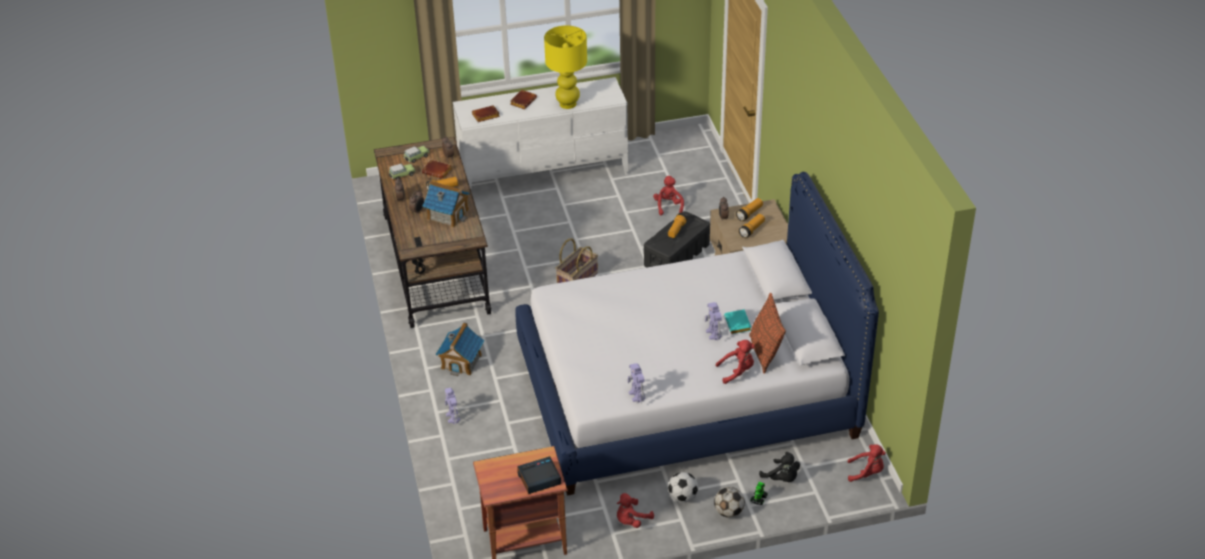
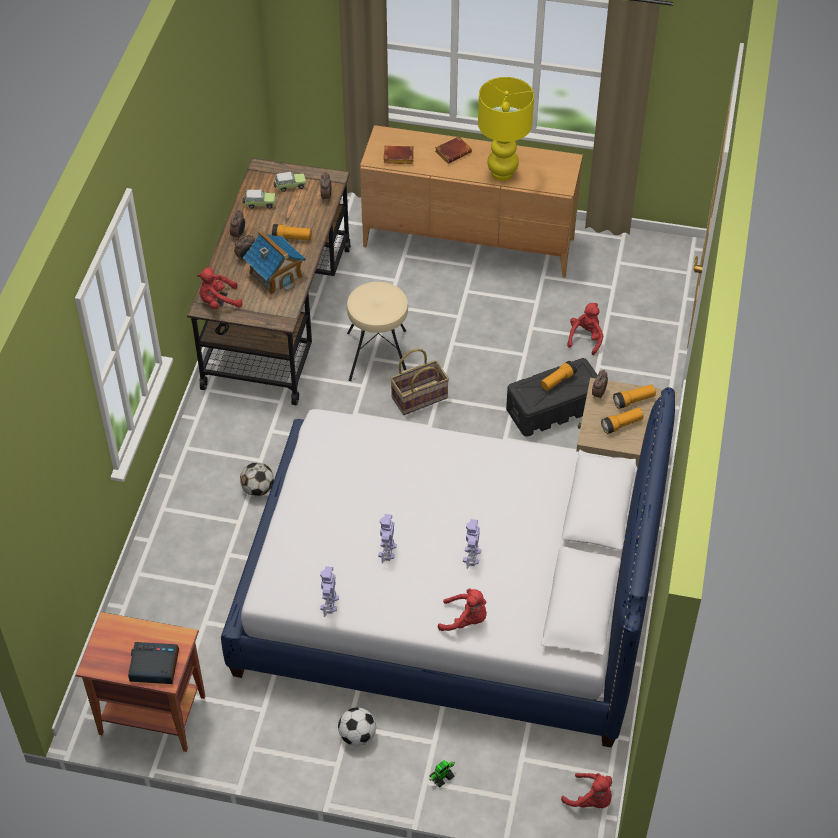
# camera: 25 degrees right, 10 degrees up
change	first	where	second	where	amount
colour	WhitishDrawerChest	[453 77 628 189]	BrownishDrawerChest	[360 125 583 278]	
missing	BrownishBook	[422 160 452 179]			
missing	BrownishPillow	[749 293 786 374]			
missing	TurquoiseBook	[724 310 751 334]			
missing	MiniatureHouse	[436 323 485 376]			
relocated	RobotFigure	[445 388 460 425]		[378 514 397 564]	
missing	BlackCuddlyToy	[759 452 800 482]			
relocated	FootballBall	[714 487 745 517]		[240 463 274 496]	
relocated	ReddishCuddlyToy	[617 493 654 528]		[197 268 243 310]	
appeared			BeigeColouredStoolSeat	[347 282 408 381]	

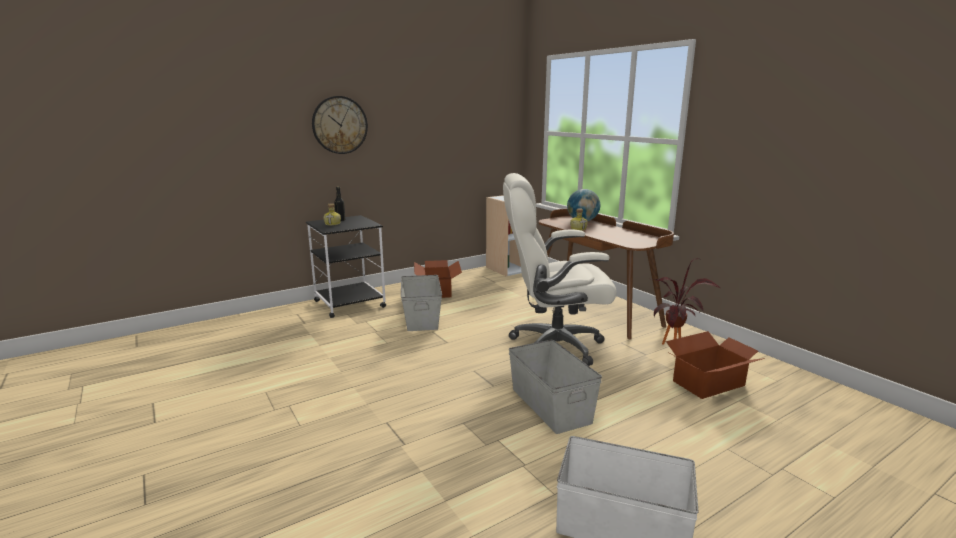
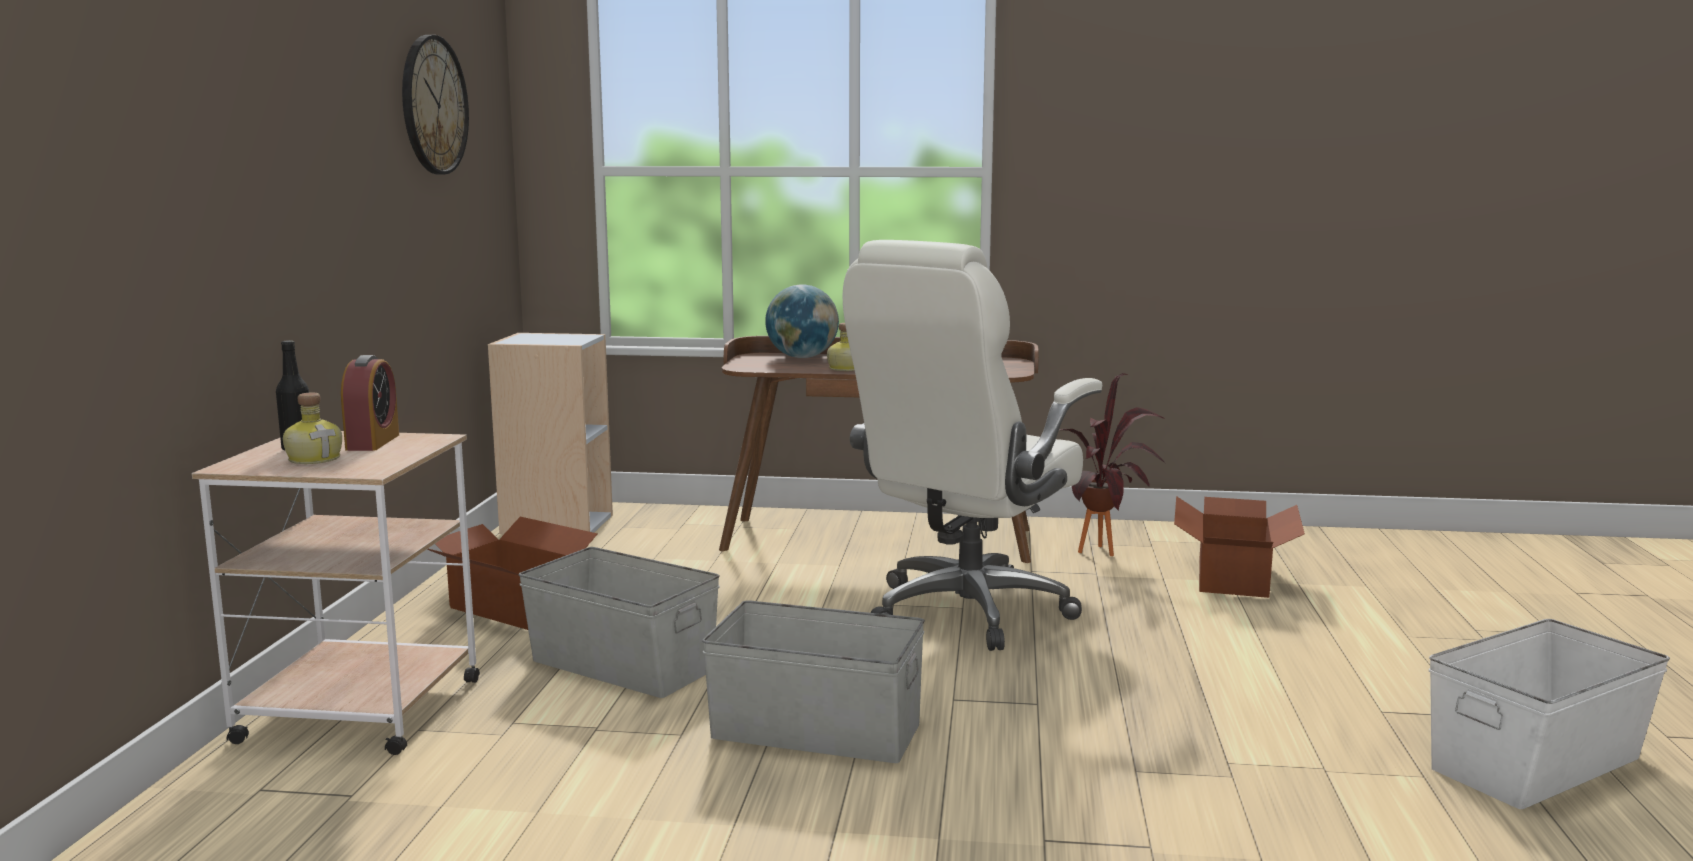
# camera: 50 degrees left, 5 degrees down
change	first	where	second	where	amount
relocated	ClockOnTheWall	[312 96 368 154]		[402 35 469 175]	
colour	BlackWheeledCart	[306 215 386 318]	BeigeColouredWheeledCart	[192 431 480 755]	
relocated	GreyStorageBox	[509 340 602 434]		[702 600 925 763]	
appeared			AlarmClock	[341 355 399 451]	

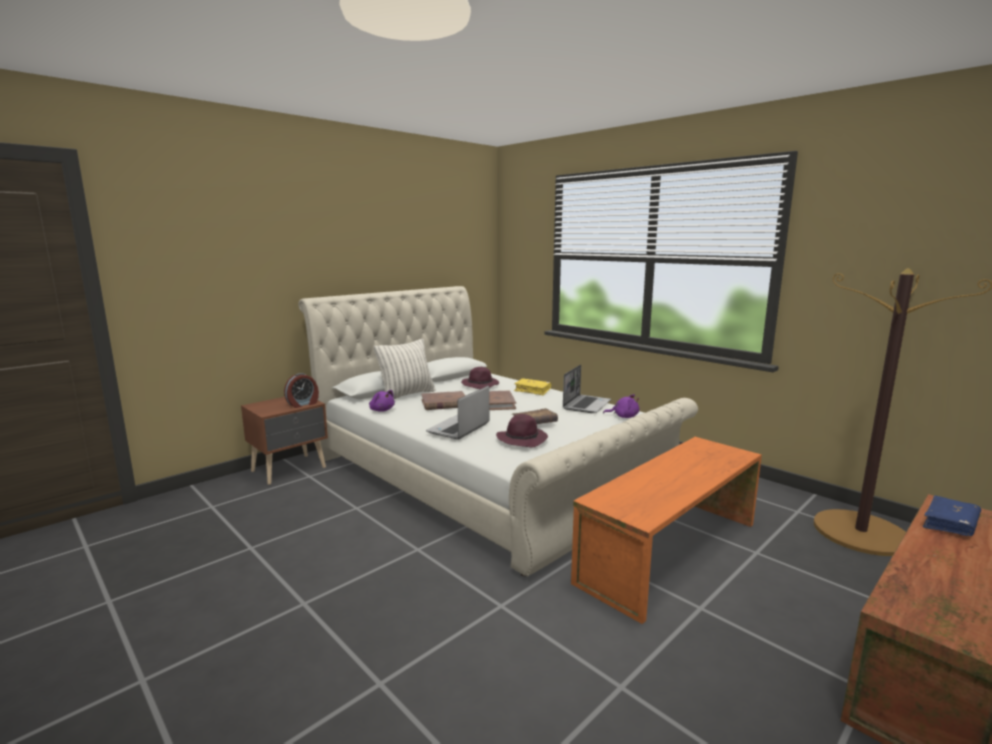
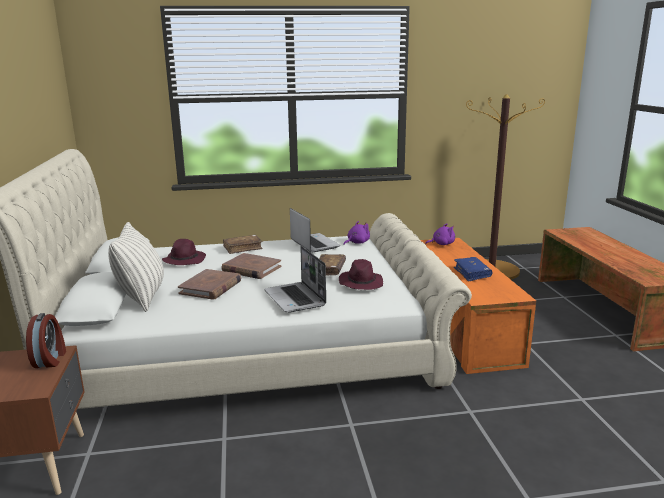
# camera: 55 degrees left, 5 degrees up
change	first	where	second	where	amount
colour	YellowBook	[514 378 551 395]	BrownishBook	[223 235 263 254]	
relocated	PurpleColouredCuddlyToy	[369 390 395 412]		[425 223 455 245]	
relocated	BlueColouredBook	[923 495 981 536]		[454 257 492 282]	

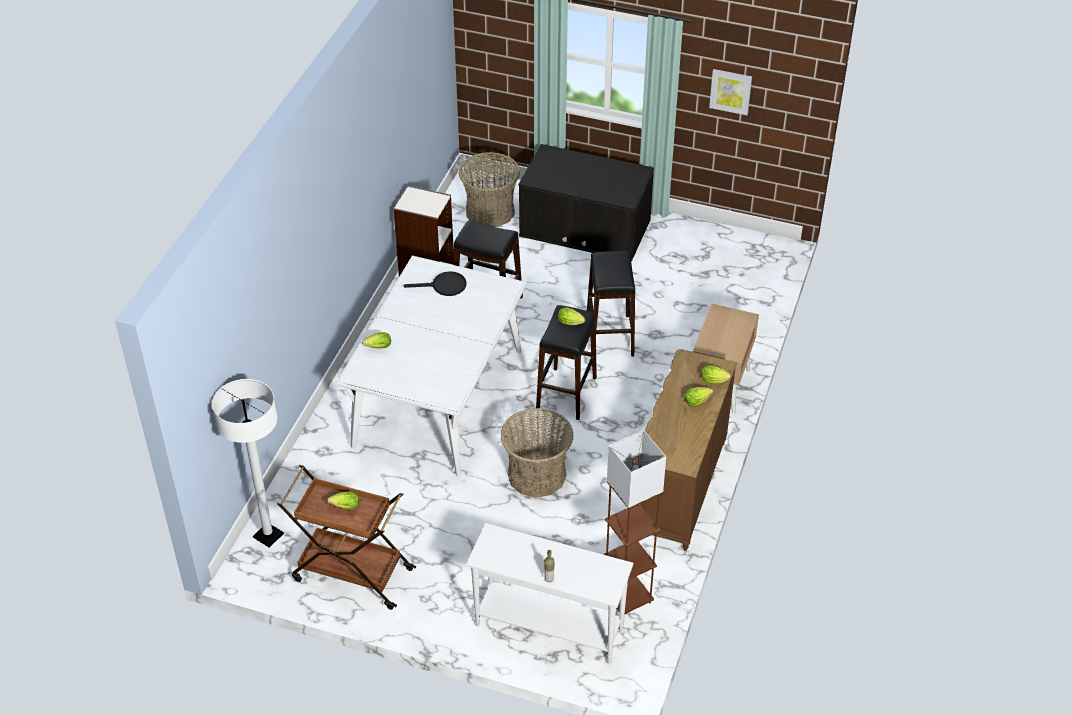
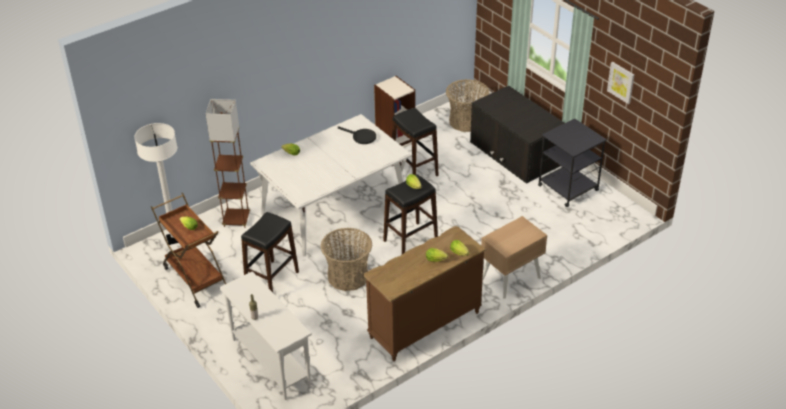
# camera: 35 degrees right, 5 degrees down
change	first	where	second	where	amount
relocated	BlackStoolSeat	[587 251 635 357]		[241 212 299 292]	
relocated	BrownishStandardLamp	[603 430 666 614]		[206 99 250 228]	
appeared			BlackWheeledCart	[538 119 607 207]	

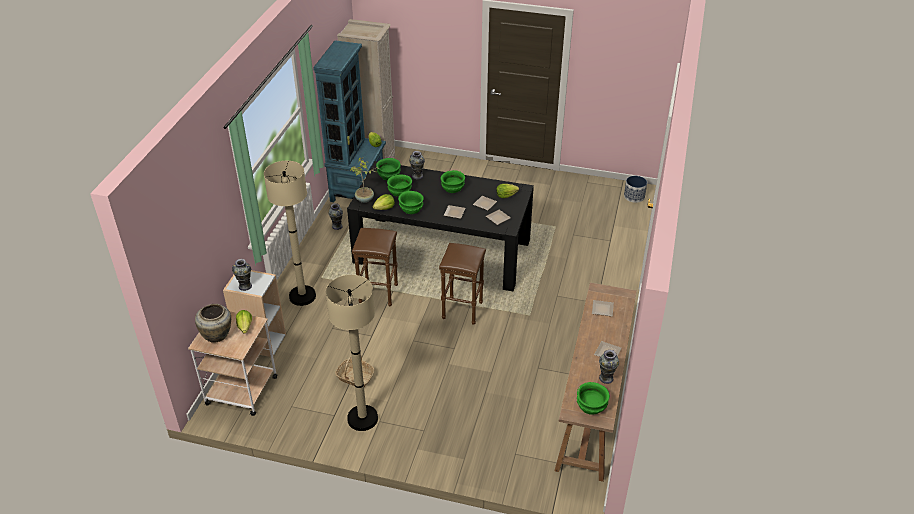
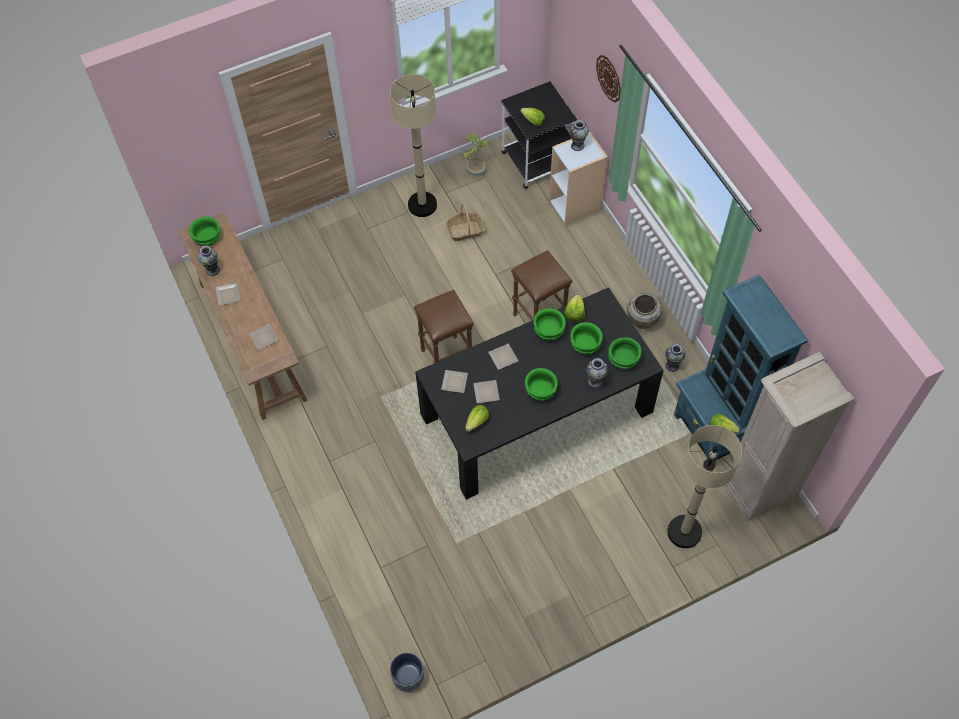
# camera: 140 degrees right, 20 degrees up
change	first	where	second	where	amount
relocated	Houseplant	[350 157 379 203]		[463 133 488 175]	
relocated	BeigeColouredStandardLamp	[264 161 316 306]		[667 425 742 548]	
relocated	BeigeColouredDecorativeVase	[195 304 231 343]		[627 293 662 329]	
colour	BeigeColouredWheeledCart	[188 311 277 416]	BlackWheeledCart	[501 81 577 189]	
appeared			ClockOnTheWall	[596 55 621 103]	

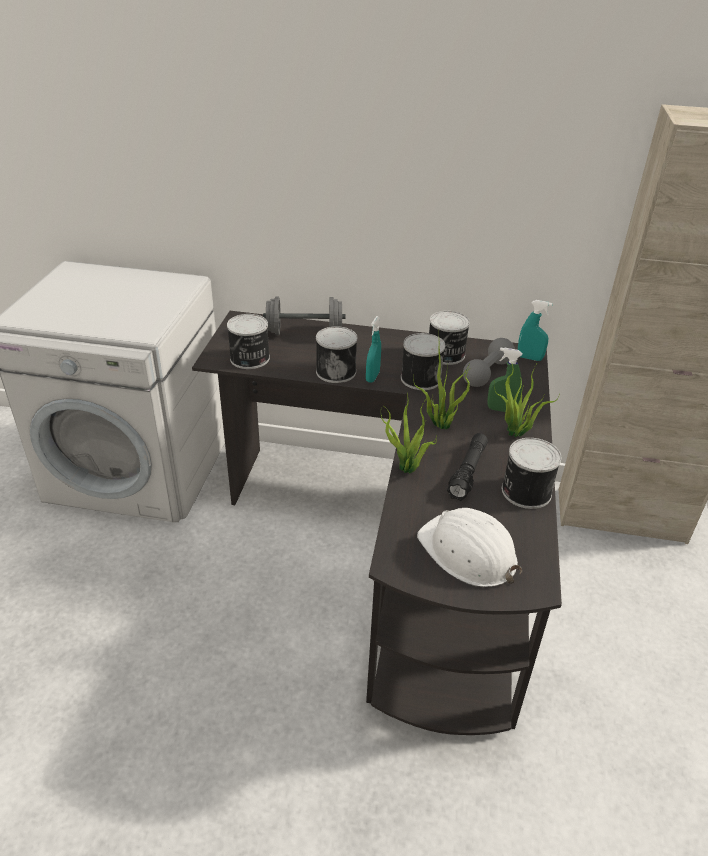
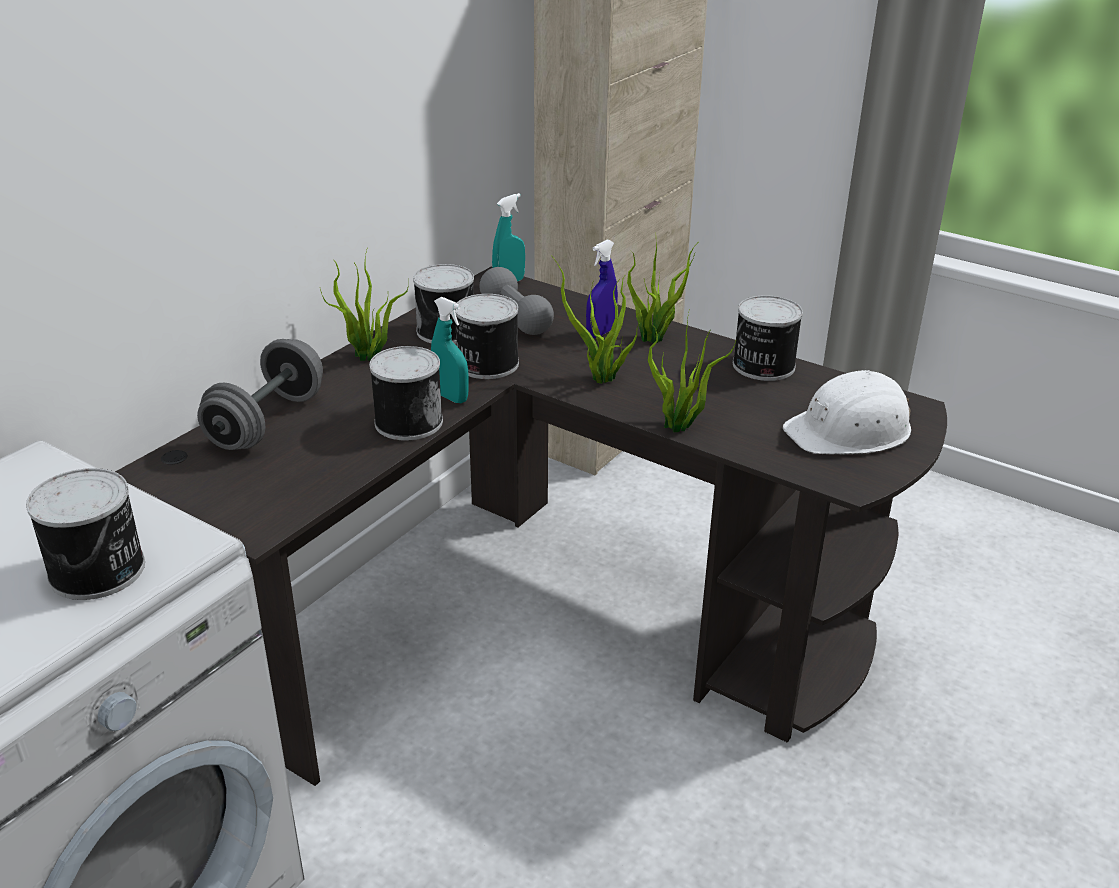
# camera: 65 degrees left, 5 degrees down
change	first	where	second	where	amount
relocated	SealedCan	[227 314 270 369]		[26 468 145 600]	
colour	GreenishHandSprayer	[488 347 522 412]	BlueColouredHandSprayer	[586 240 618 338]	
missing	BlackFlashlight	[447 433 488 501]			
appeared			Houseplant	[320 250 409 361]	

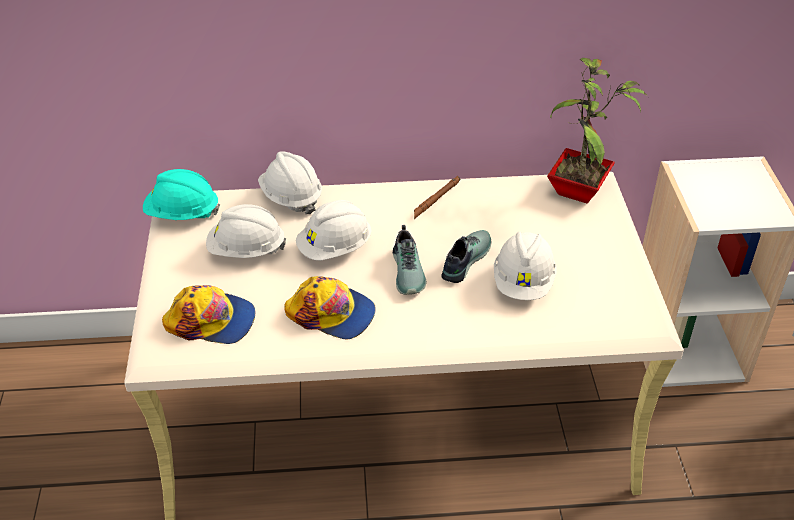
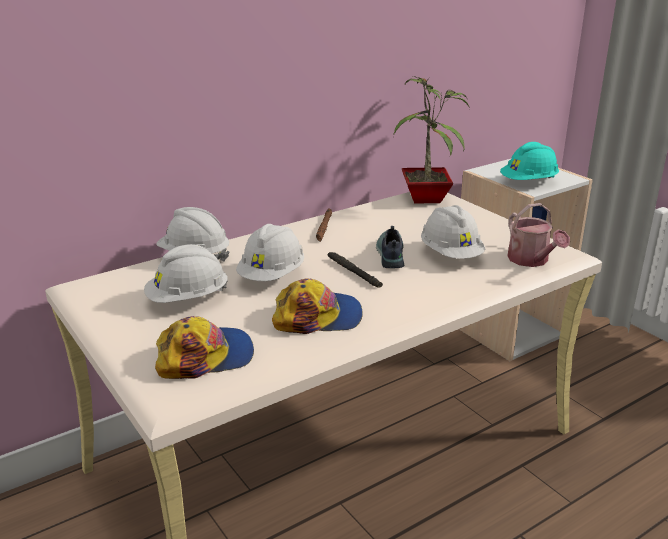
# camera: 30 degrees left, 15 degrees down
change	first	where	second	where	amount
relocated	TurquoiseWorkHelmet	[143 169 220 220]		[500 142 559 180]	
exchanged	ItemOfFootwear	[393 225 427 295]	BlackFlashlight	[328 252 383 287]	
appeared			SprinklingCan	[507 203 570 267]	

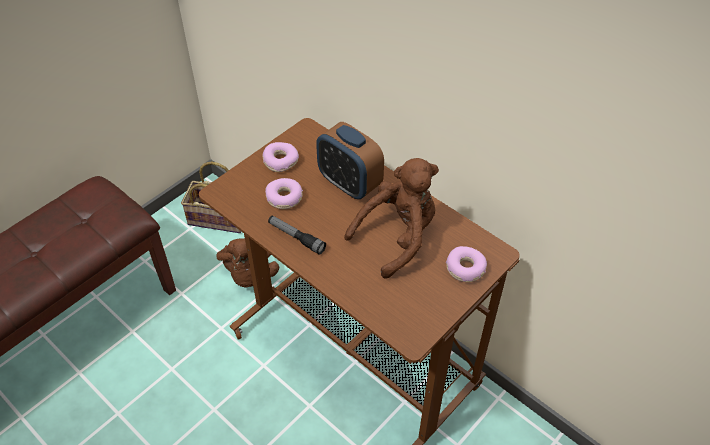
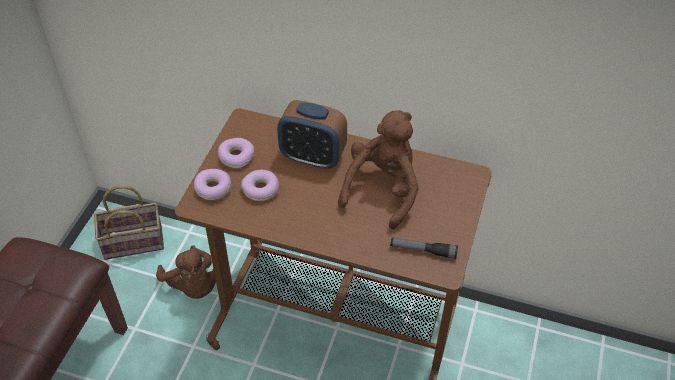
# camera: 25 degrees left, 0 degrees up
change	first	where	second	where	amount
relocated	Flashlight	[268 216 326 255]		[390 238 458 259]	
relocated	Doughnut	[446 246 487 282]		[194 169 231 200]	

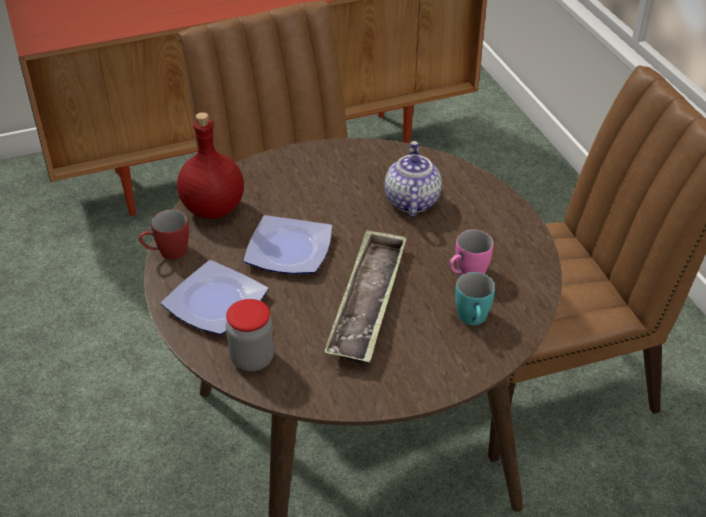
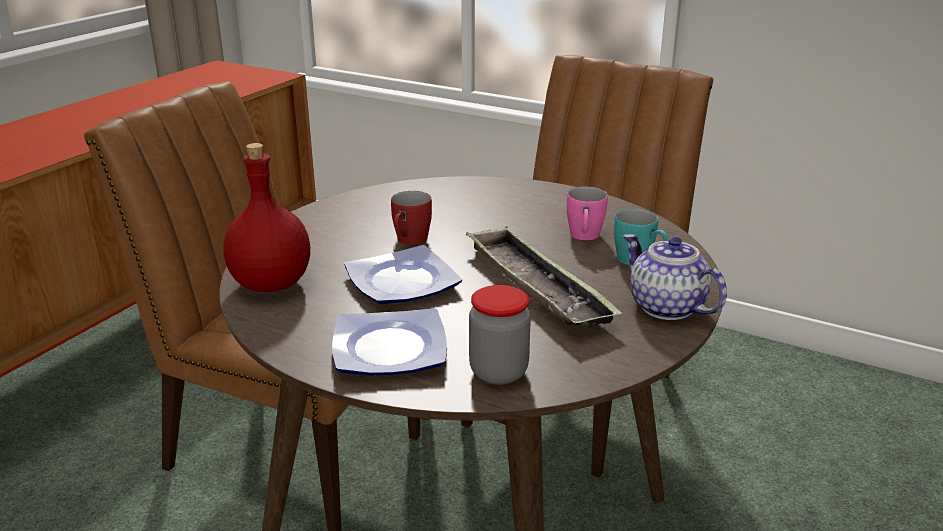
# camera: 40 degrees left, 15 degrees down
change	first	where	second	where	amount
relocated	PotForTea	[385 141 442 216]		[623 234 727 320]	
relocated	ReddishMug	[139 210 189 260]		[391 191 432 245]	

